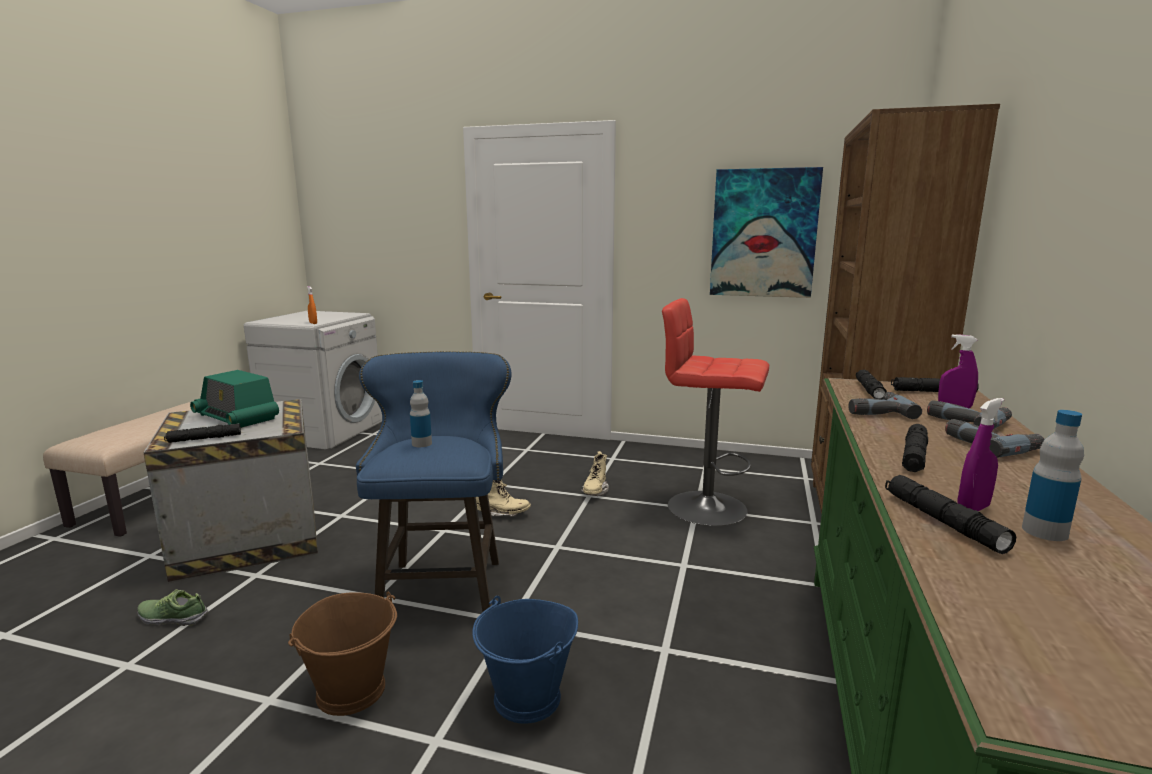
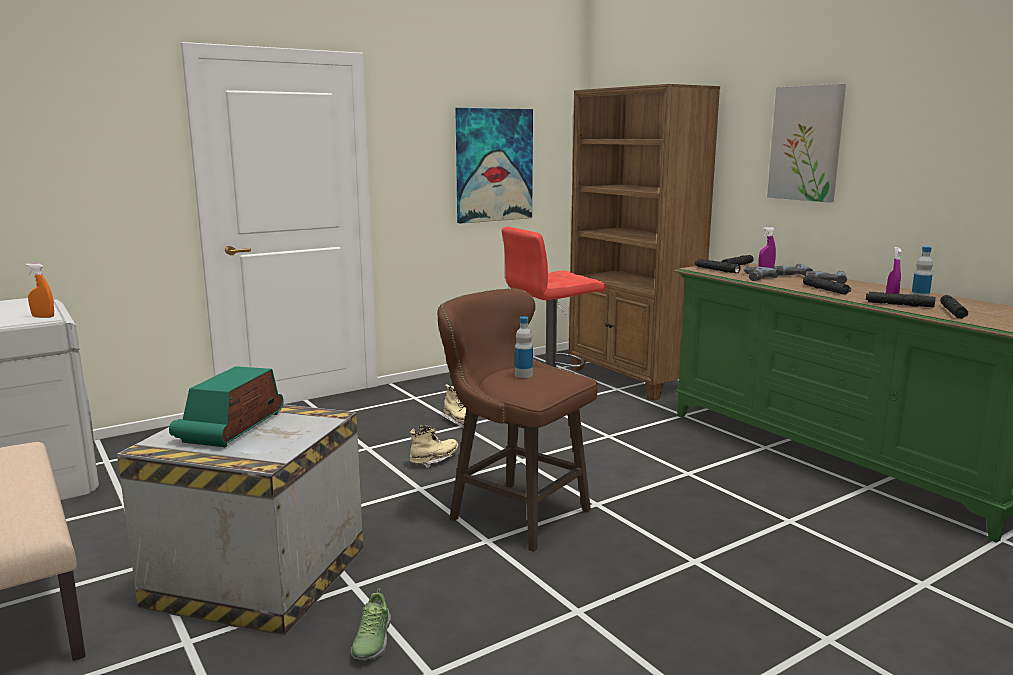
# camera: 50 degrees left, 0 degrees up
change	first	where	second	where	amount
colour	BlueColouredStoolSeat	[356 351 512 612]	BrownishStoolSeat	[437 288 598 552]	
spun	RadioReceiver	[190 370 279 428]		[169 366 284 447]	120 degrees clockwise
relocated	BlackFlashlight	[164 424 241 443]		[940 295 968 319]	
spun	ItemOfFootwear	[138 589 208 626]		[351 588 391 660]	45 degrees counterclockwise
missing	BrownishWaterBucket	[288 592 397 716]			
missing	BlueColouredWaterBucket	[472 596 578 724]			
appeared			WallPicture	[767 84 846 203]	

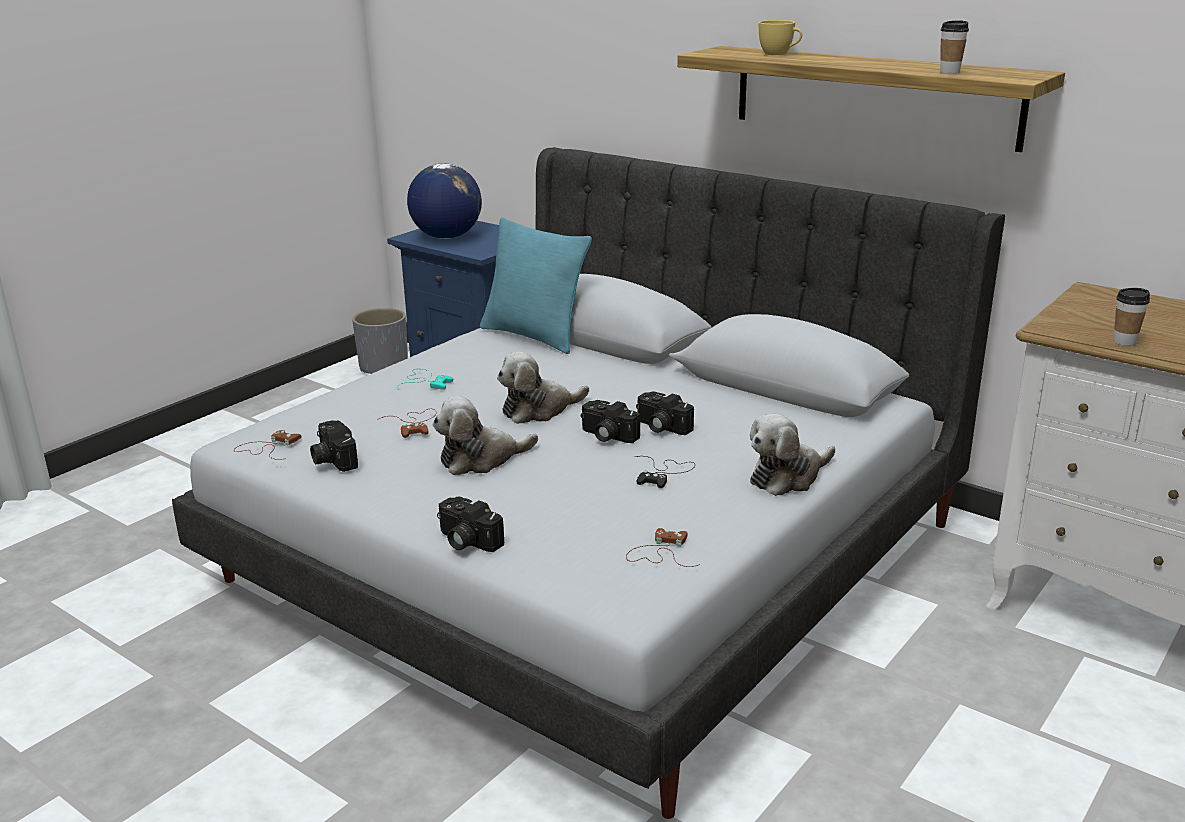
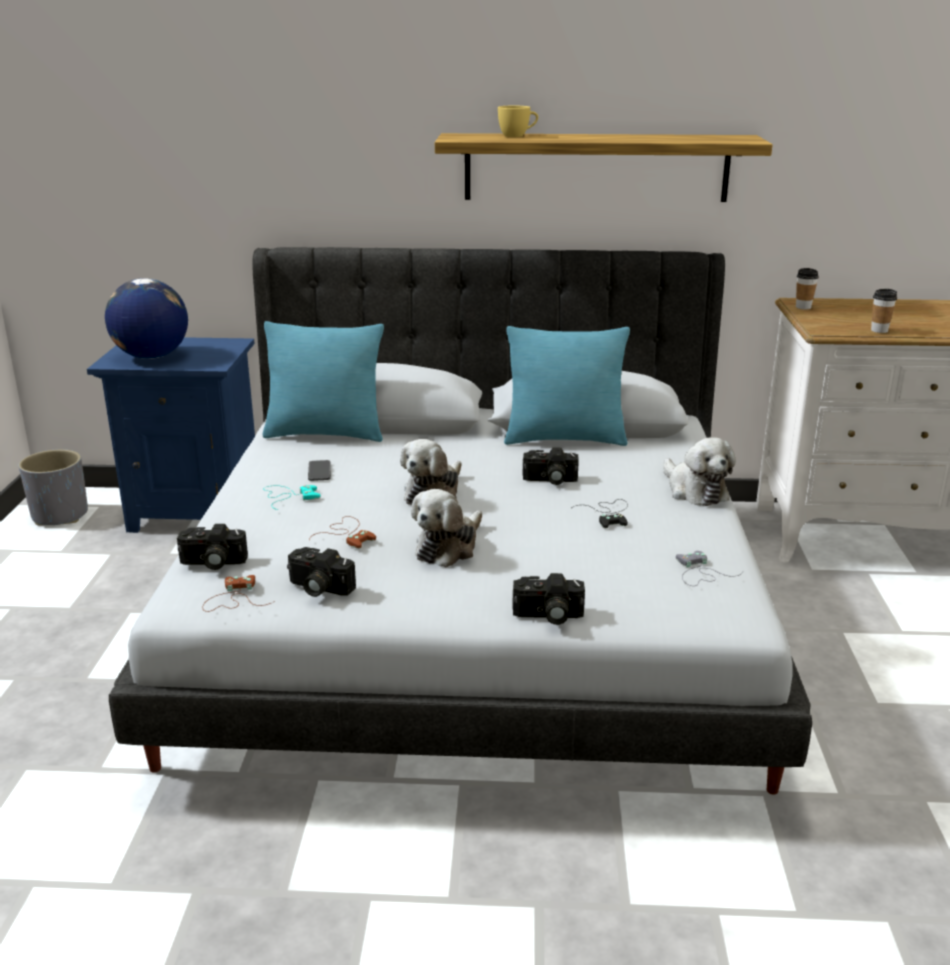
# camera: 35 degrees left, 0 degrees up
change	first	where	second	where	amount
relocated	DrinkingCup	[940 20 969 74]		[796 268 819 309]	
relocated	StillCamera	[581 400 640 443]		[177 524 248 570]	
spun	CuddlyToy	[750 414 835 496]		[663 437 736 506]	45 degrees counterclockwise
colour	BrownishJoypad	[626 528 700 567]	GreyJoypad	[676 551 743 586]	
appeared			TurquoisePillow	[504 326 630 446]	
appeared			Telephone	[308 460 331 481]	

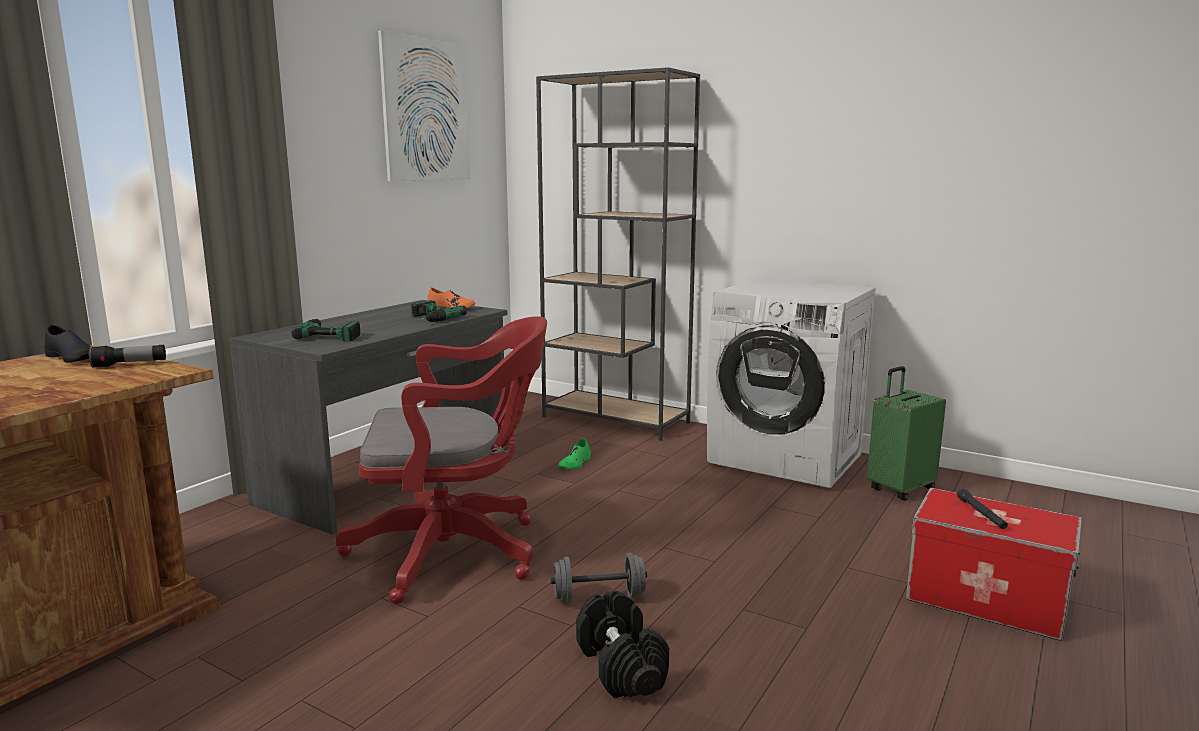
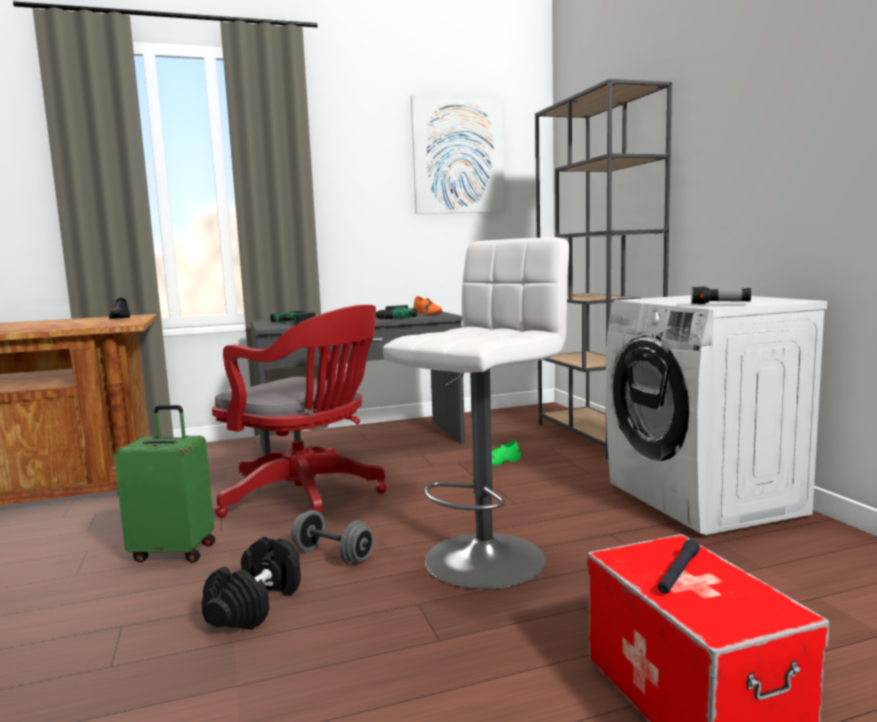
# camera: 40 degrees right, 5 degrees down
change	first	where	second	where	amount
relocated	Flashlight	[89 345 166 368]		[691 286 751 304]	
relocated	GreenishPieceOfLuggage	[867 366 946 500]		[114 405 215 562]	
appeared			WhitishStoolSeat	[383 237 570 589]	

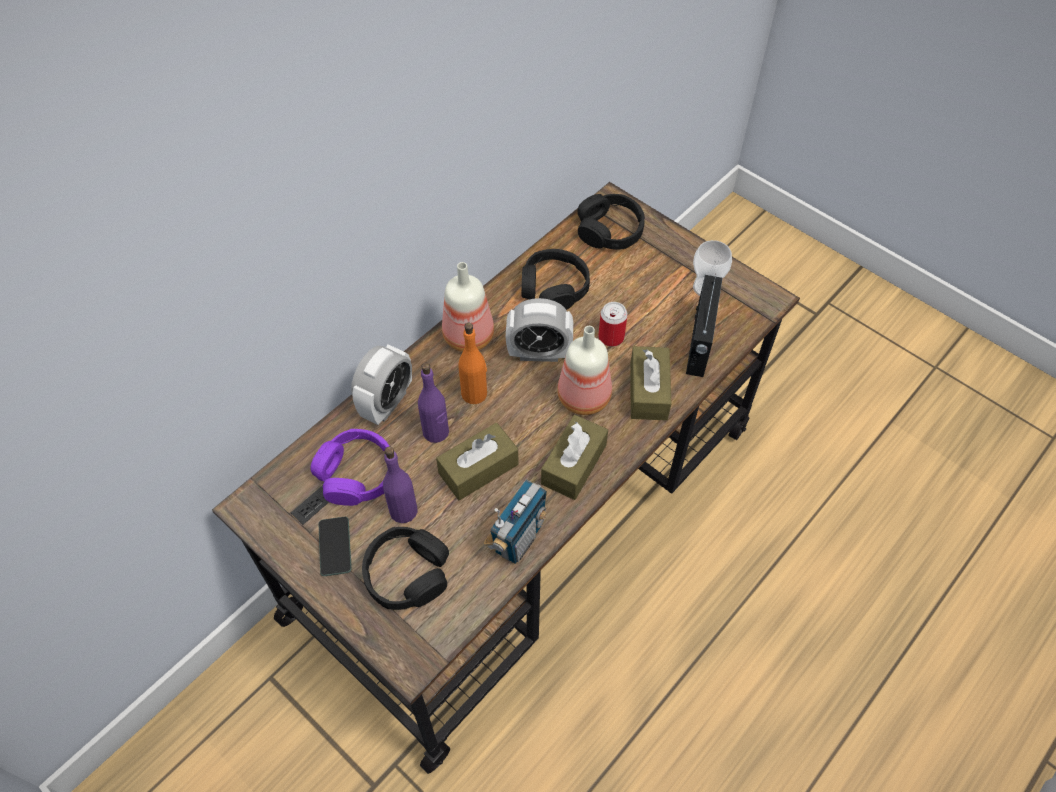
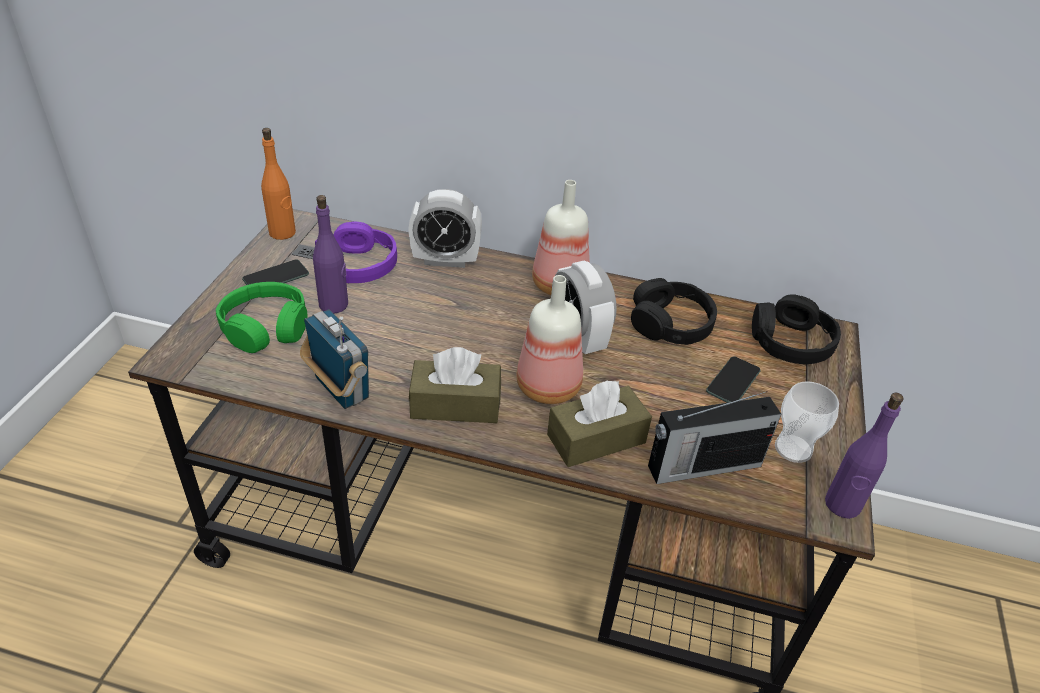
# camera: 60 degrees right, 15 degrees down
change	first	where	second	where	amount
missing	SealedCan	[598 302 628 347]			
relocated	OrangeyBottle	[458 323 487 404]		[261 128 296 240]	
relocated	PurpleColouredBottle	[418 363 449 443]		[825 393 903 519]	
missing	BrownishBoxOfTissues	[436 423 518 501]			
spun	RadioReceiver	[484 479 547 564]		[300 309 369 409]	135 degrees counterclockwise
colour	BlackHeadset	[362 527 449 610]	GreenishHeadset	[216 282 307 353]	
appeared			Telephone	[706 356 761 403]	

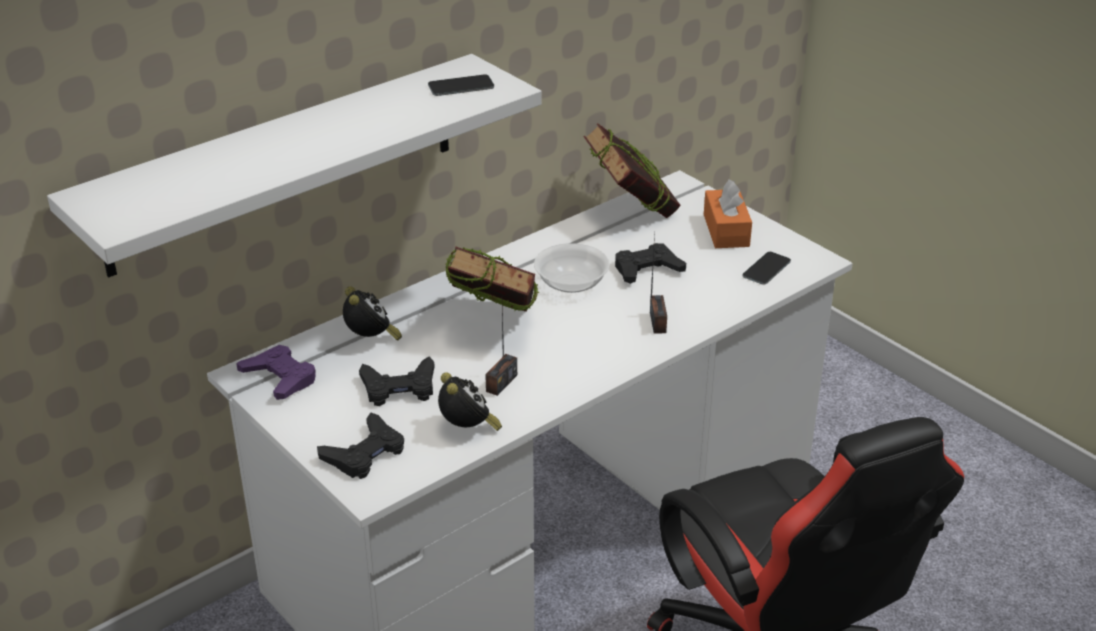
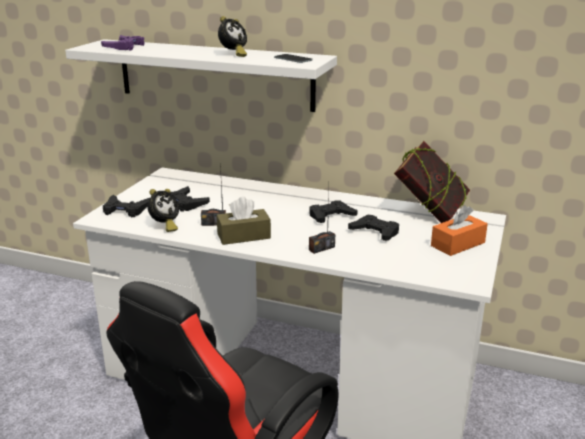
# camera: 60 degrees right, 10 degrees down
change	first	where	second	where	amount
exchanged	ServingBowl	[534 243 610 293]	BlackJoypad	[310 201 358 223]	
missing	Book	[446 247 540 312]			
missing	Telephone	[743 252 791 285]			
relocated	AlarmClock	[343 286 402 341]		[218 16 247 57]	
relocated	PurpleColouredJoypad	[236 345 316 400]		[101 35 145 51]	
appeared			BrownishBoxOfTissues	[216 196 271 245]	

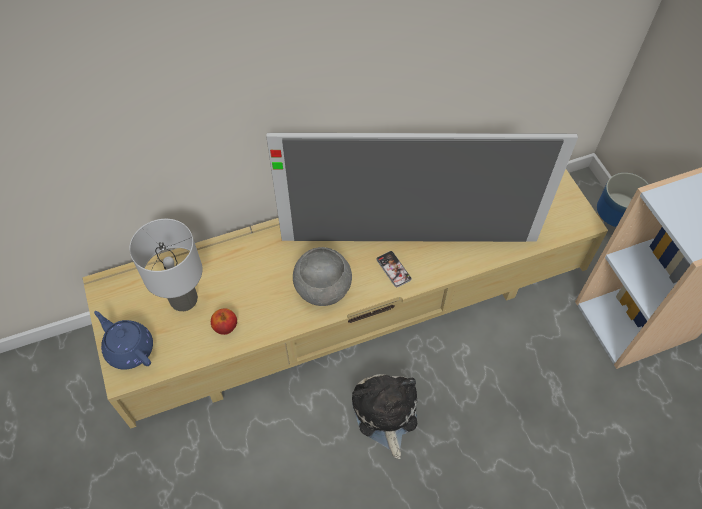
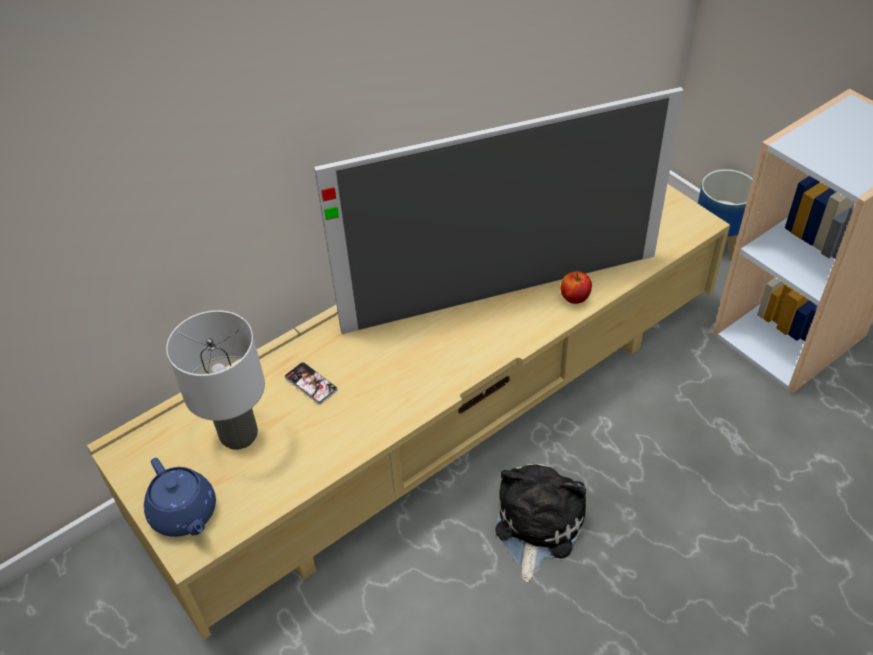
# camera: 15 degrees left, 10 degrees down
change	first	where	second	where	amount
missing	GreyServingBowl	[293 247 352 306]			
relocated	Telephone	[376 251 412 287]		[285 362 338 404]	
relocated	AppleFruit	[211 308 237 335]		[560 271 592 304]	
spun	BlueColouredPotForTea	[94 311 153 369]		[144 458 216 537]	150 degrees counterclockwise
spun	CuddlyToy	[352 374 417 459]		[495 464 586 582]	45 degrees clockwise

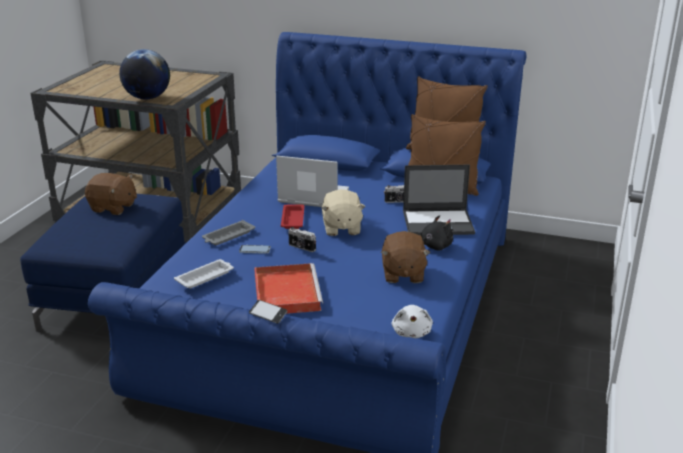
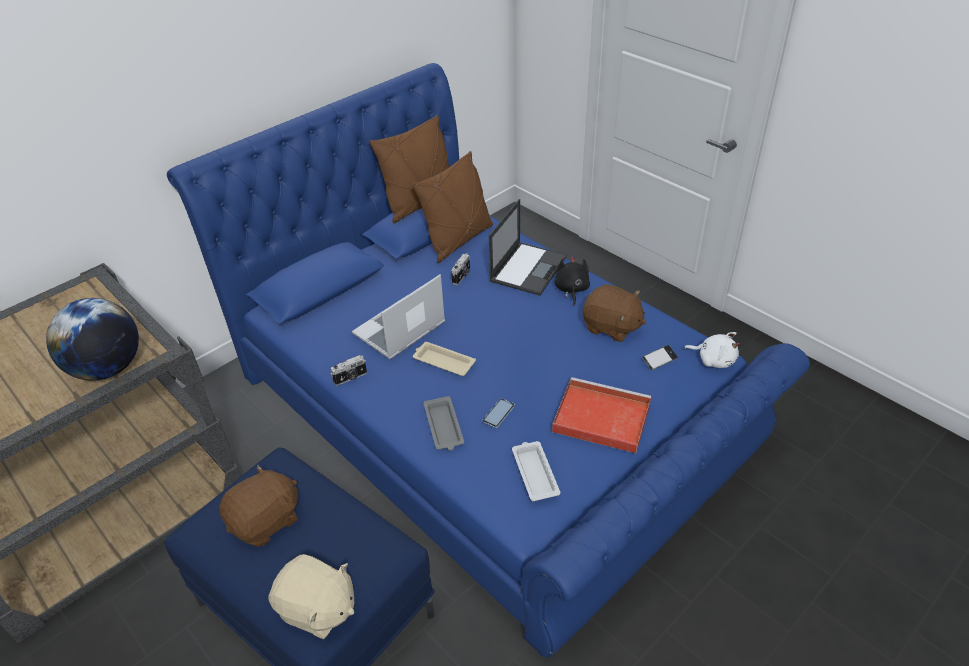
# camera: 60 degrees left, 15 degrees up
change	first	where	second	where	amount
relocated	BeigeColouredCuddlyToy	[321 189 365 236]		[269 554 354 639]	
colour	ReddishCarryingTray	[281 204 305 229]	BeigeColouredCarryingTray	[413 342 476 376]	
relocated	StillCamera	[288 227 316 252]		[331 355 367 386]	
relocated	Telephone	[249 300 288 324]		[642 345 678 370]	

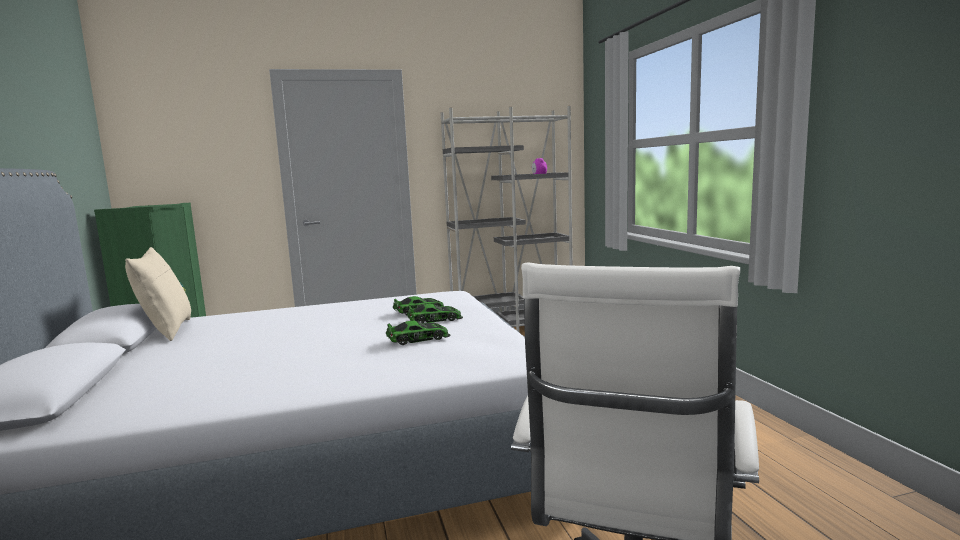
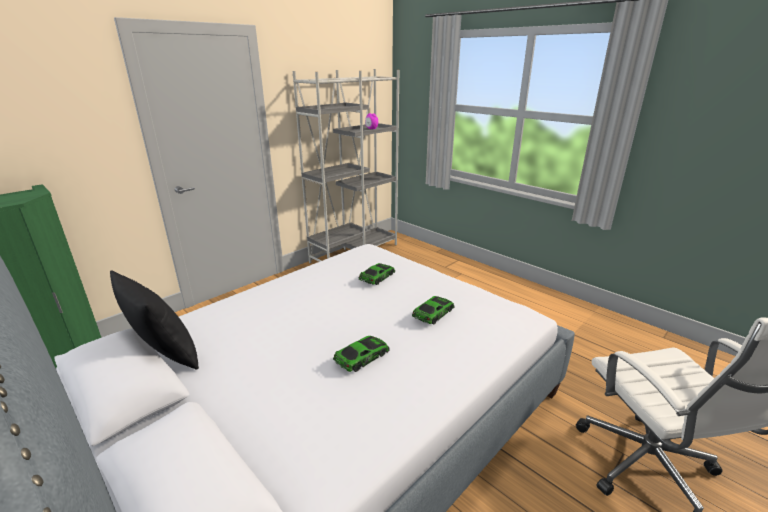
# camera: 30 degrees left, 15 degrees up
change	first	where	second	where	amount
colour	BeigeColouredPillow	[125 247 191 341]	BlackPillow	[110 270 199 370]	
relocated	ToyCar	[407 304 463 323]		[333 336 390 372]	

